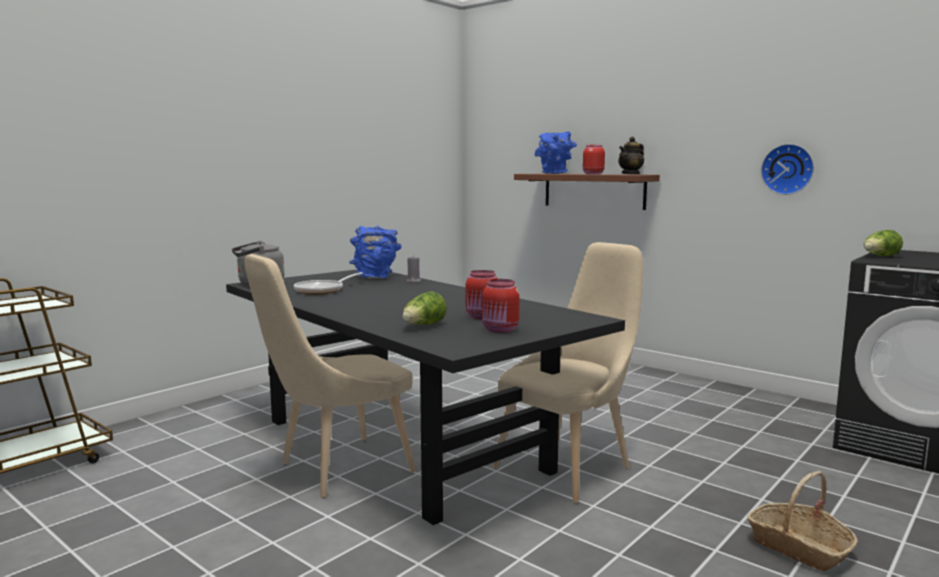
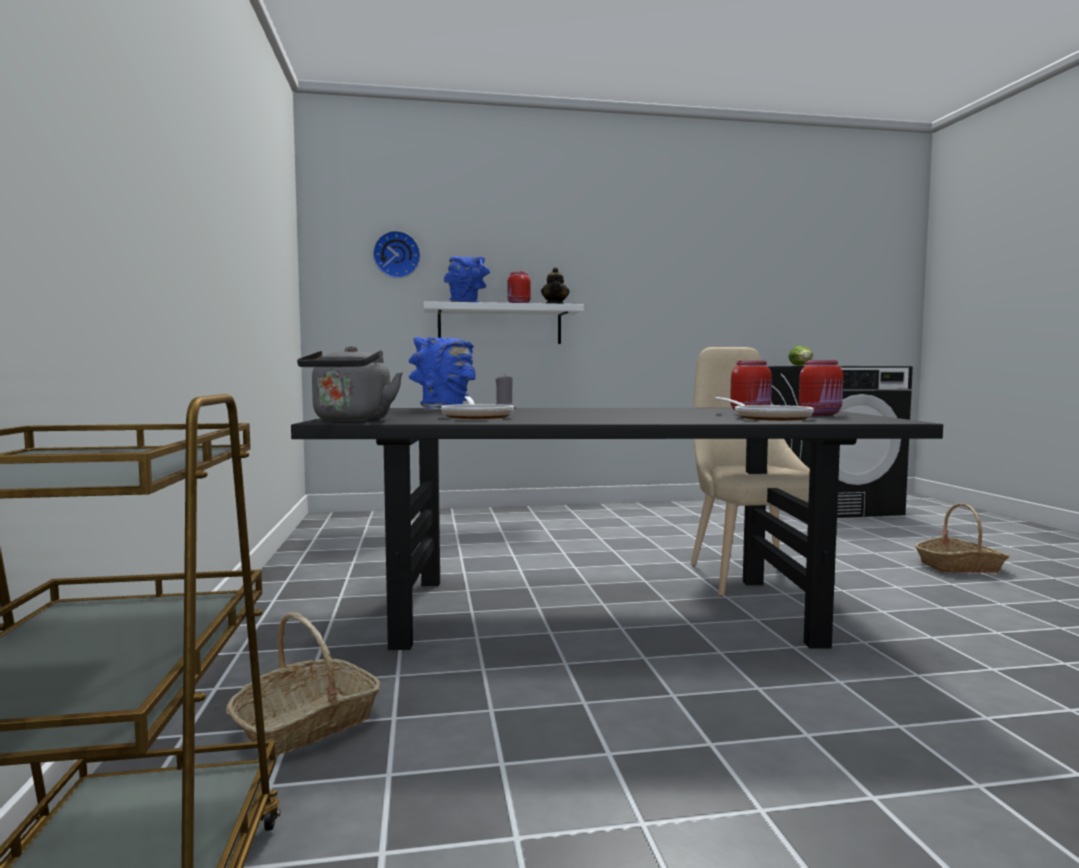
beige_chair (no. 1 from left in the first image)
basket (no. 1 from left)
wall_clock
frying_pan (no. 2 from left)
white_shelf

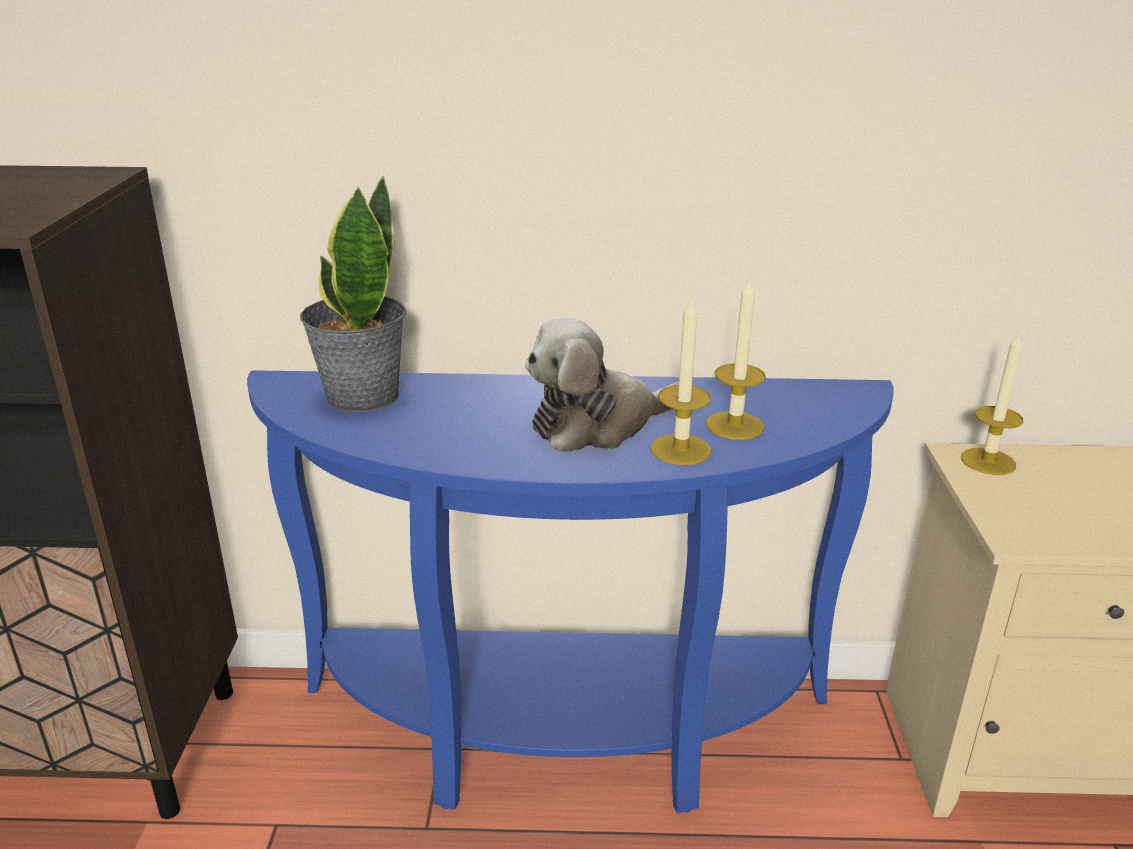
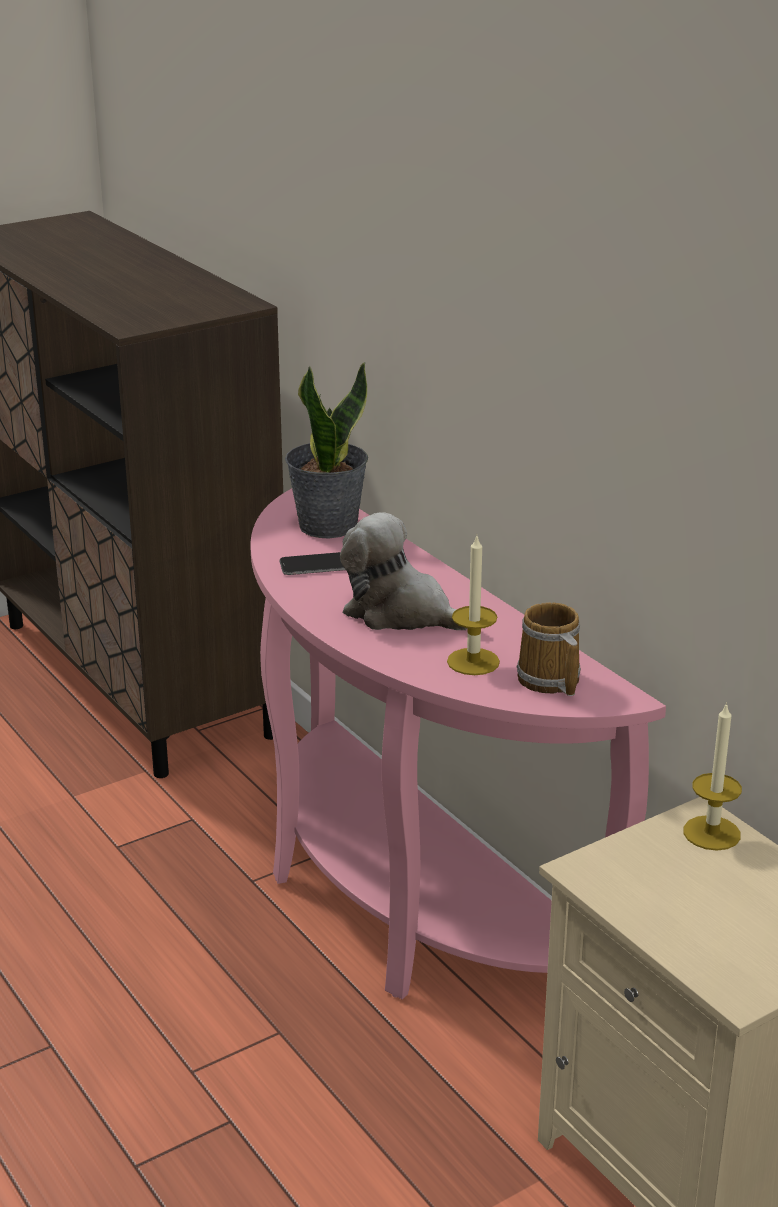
candle (no. 1 from left in the first image)
phone
mug
pink_console_table

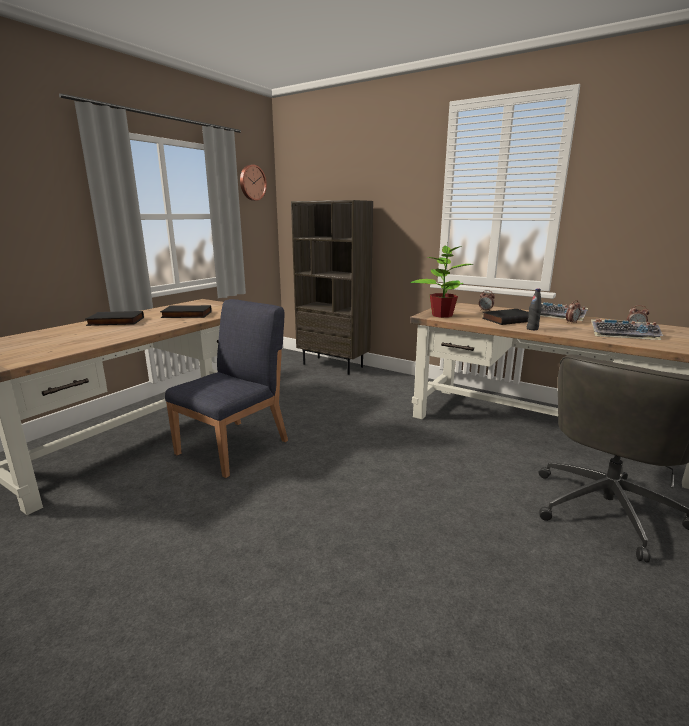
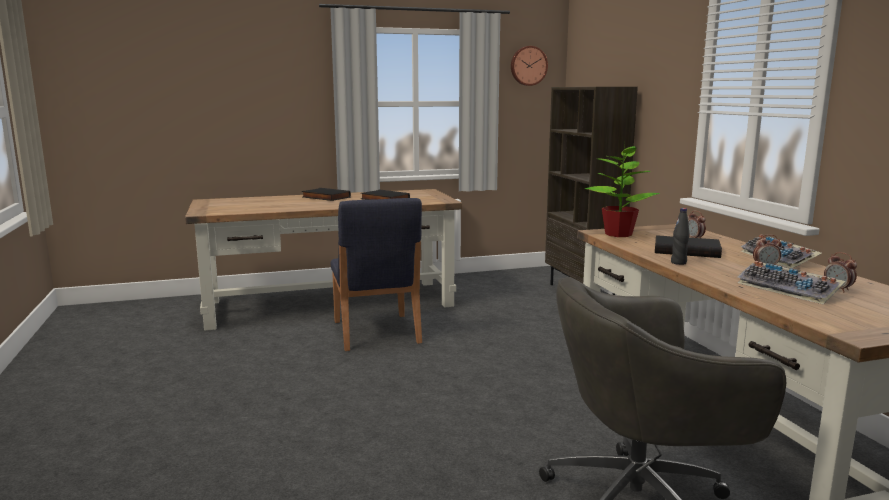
blue_chair

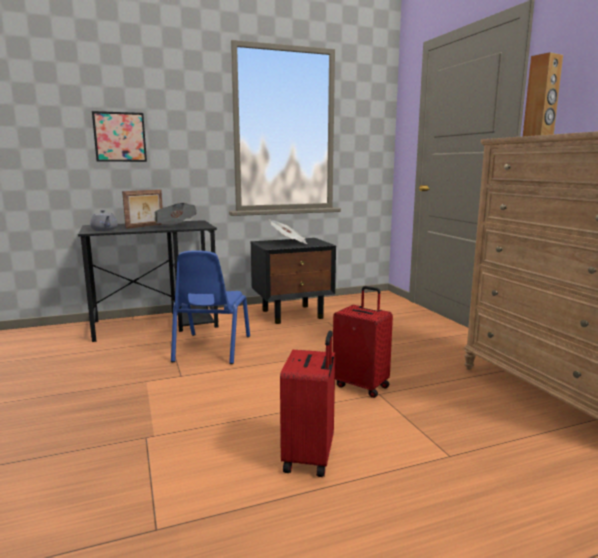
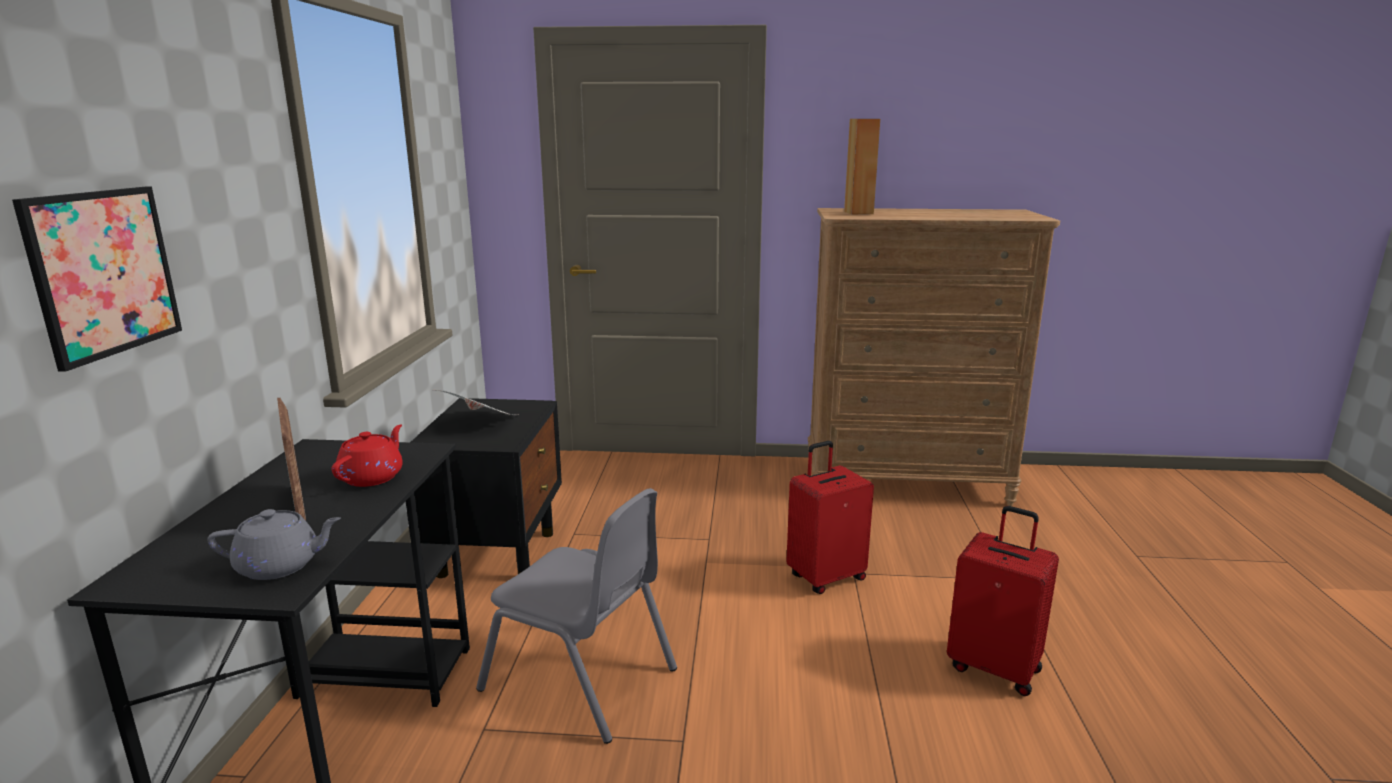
red_teapot
grey_chair

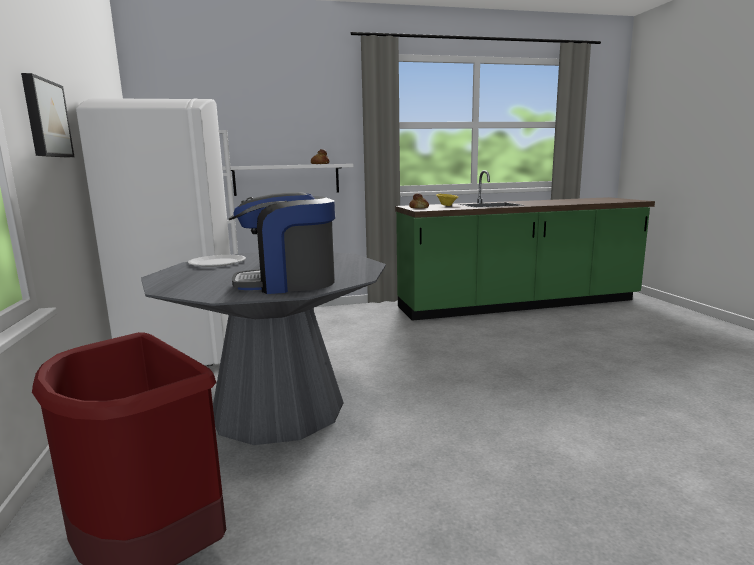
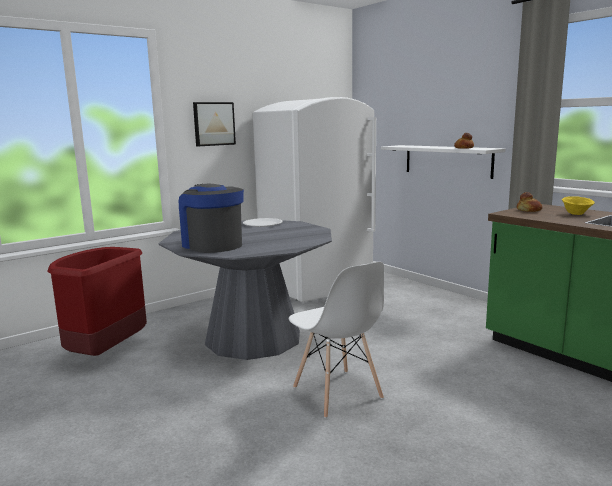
white_chair

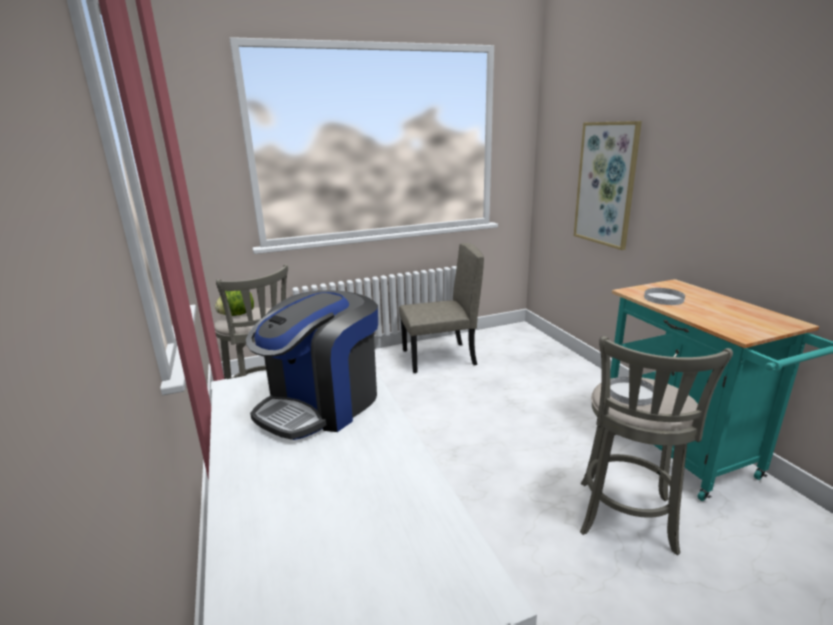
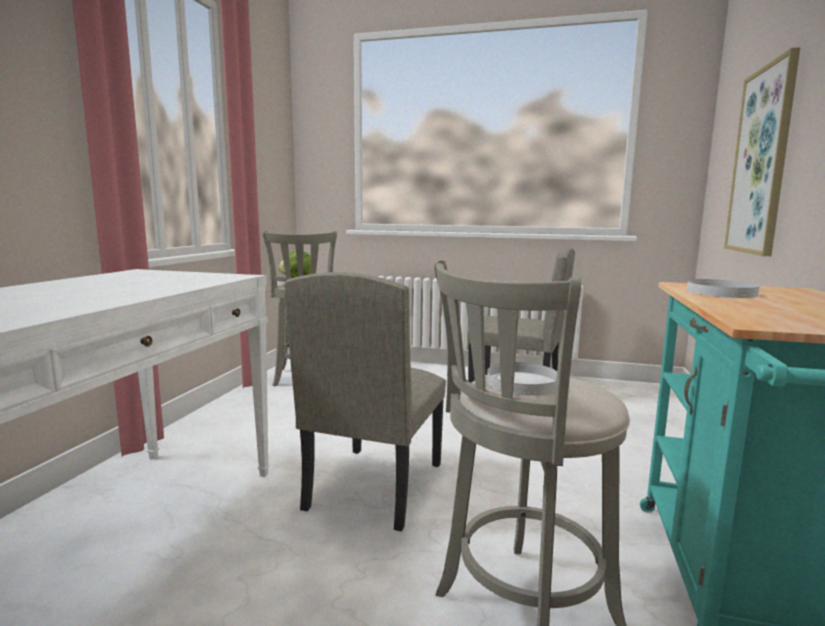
coffee_machine
beige_chair (no. 1 from left)

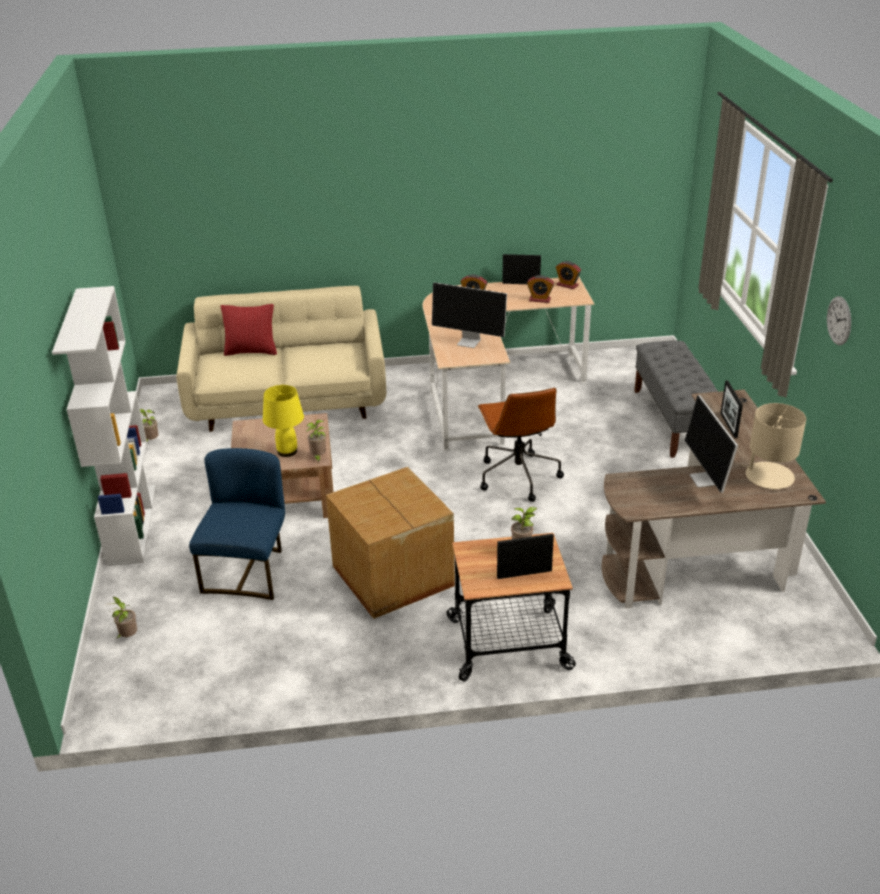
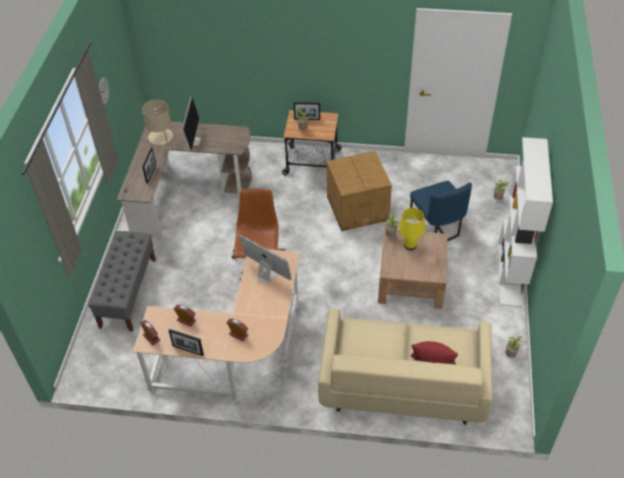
blue_chair

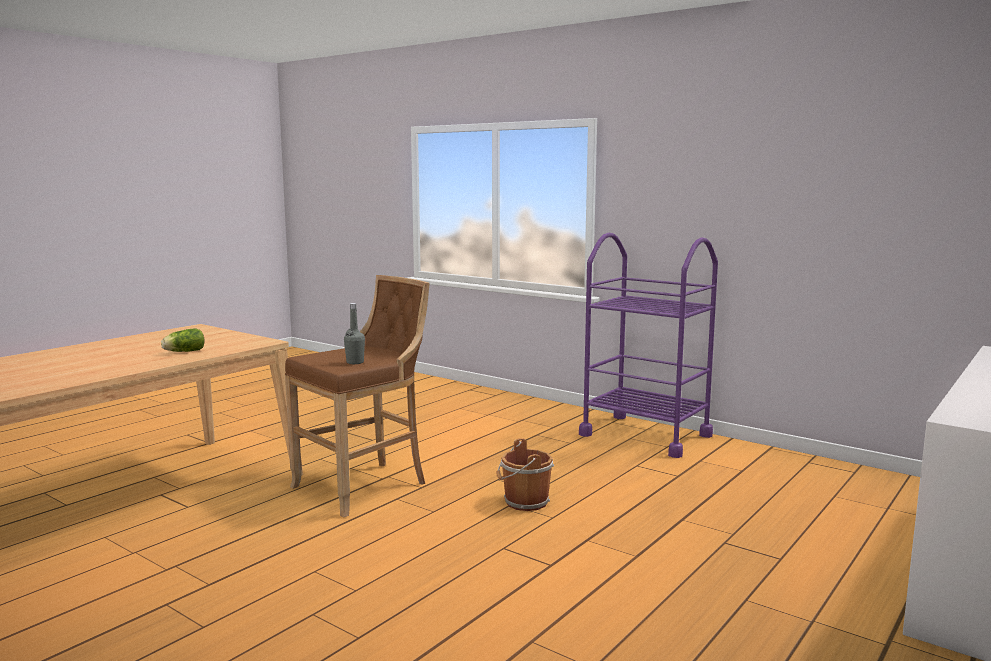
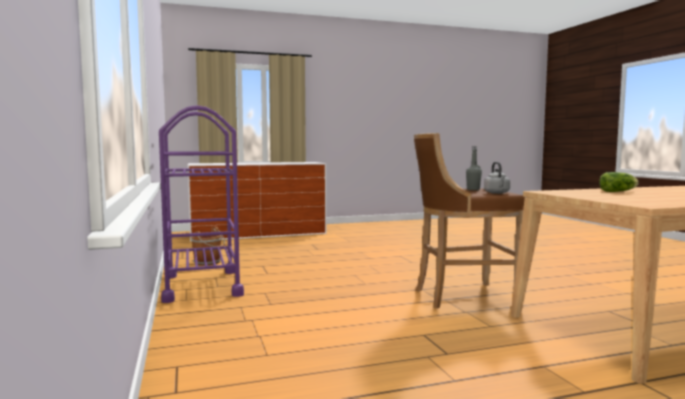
grey_kettle
brown_bucket

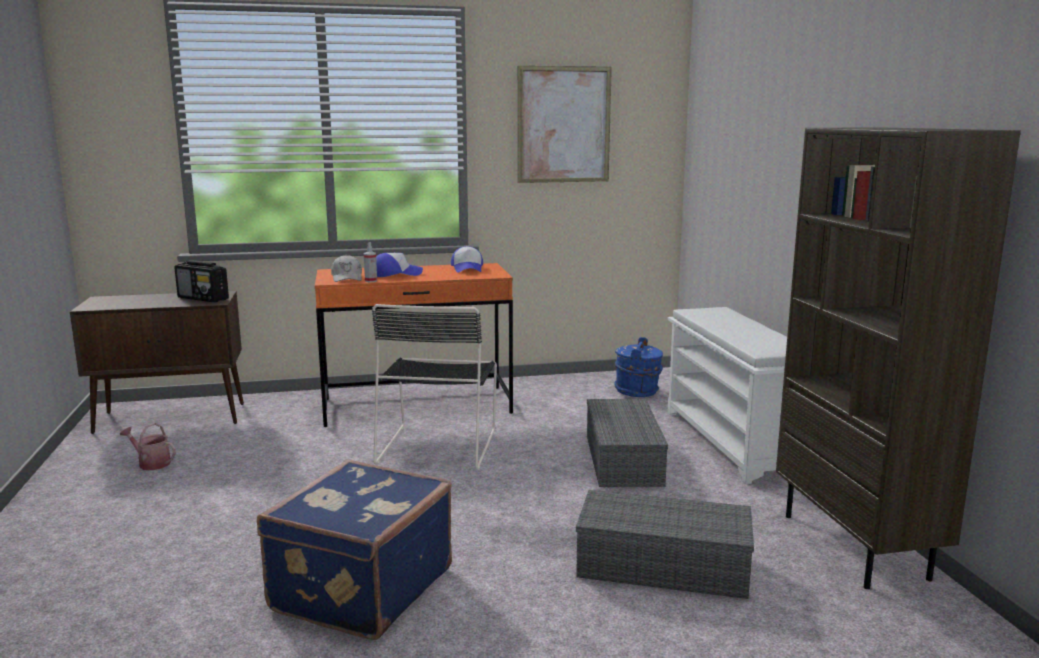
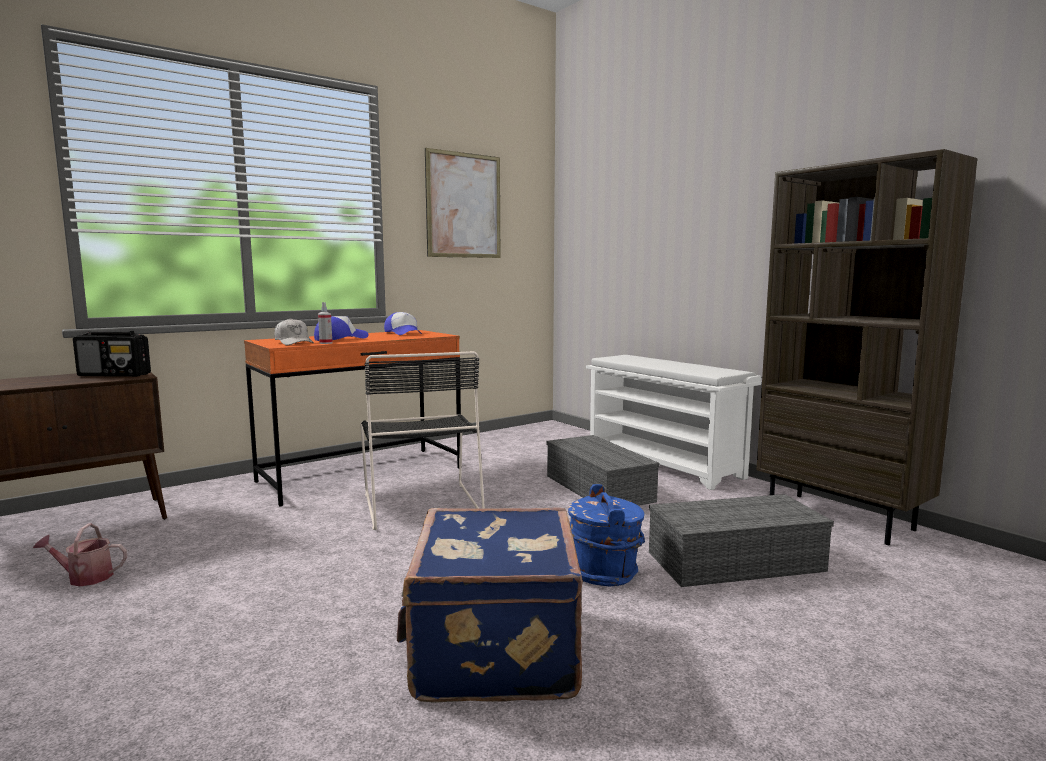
blue_bucket

